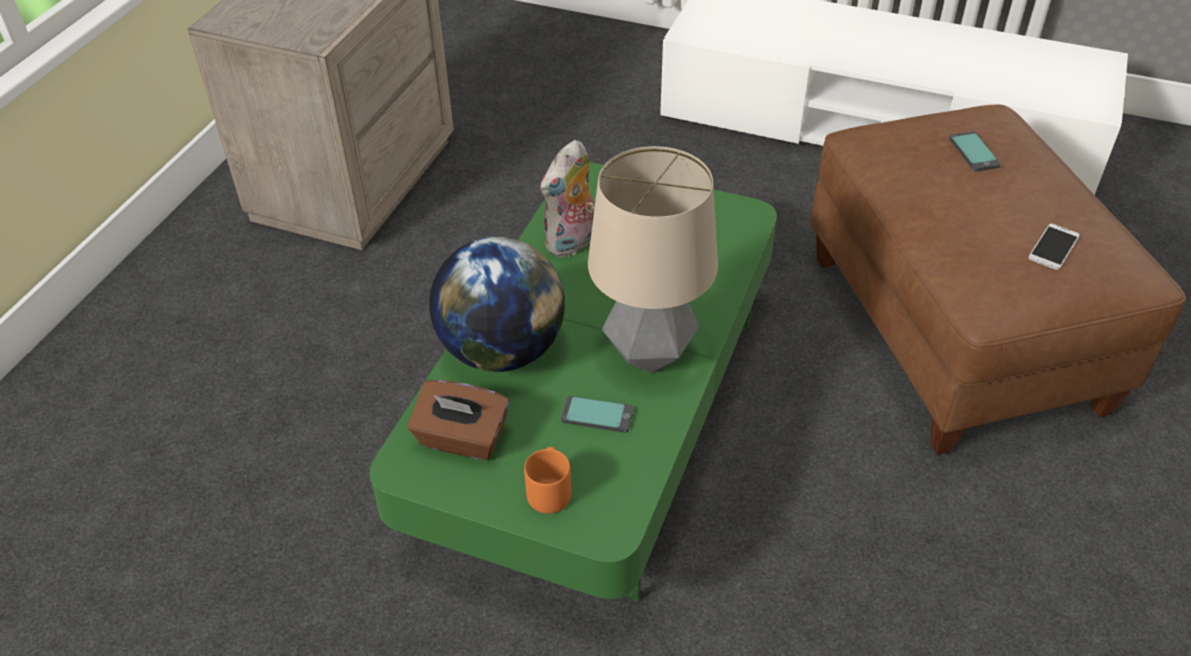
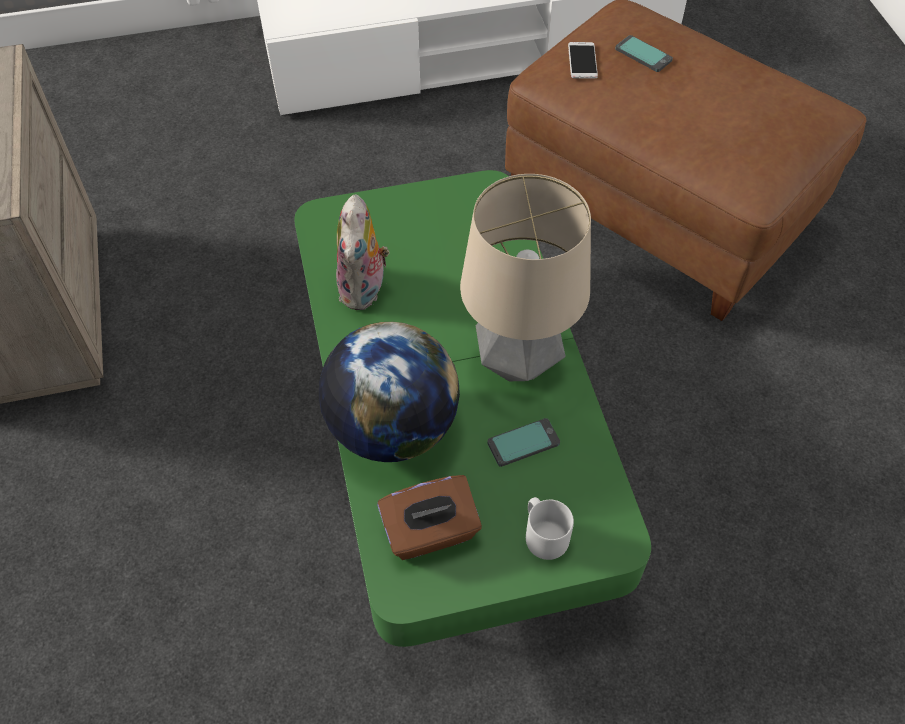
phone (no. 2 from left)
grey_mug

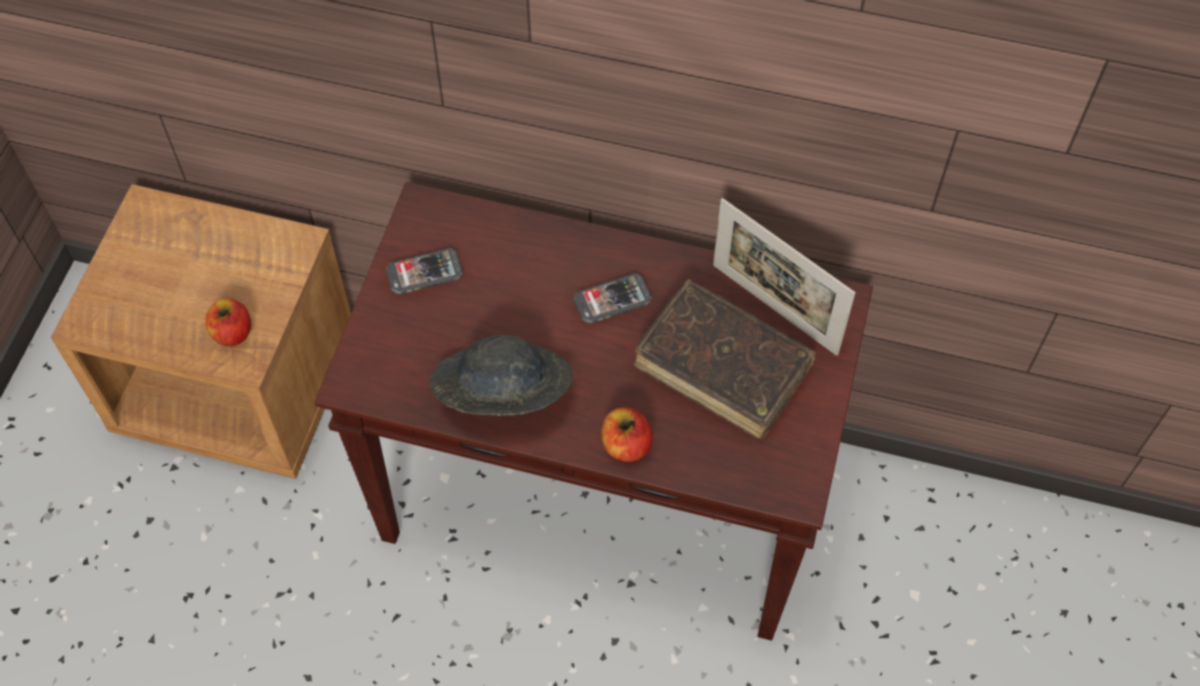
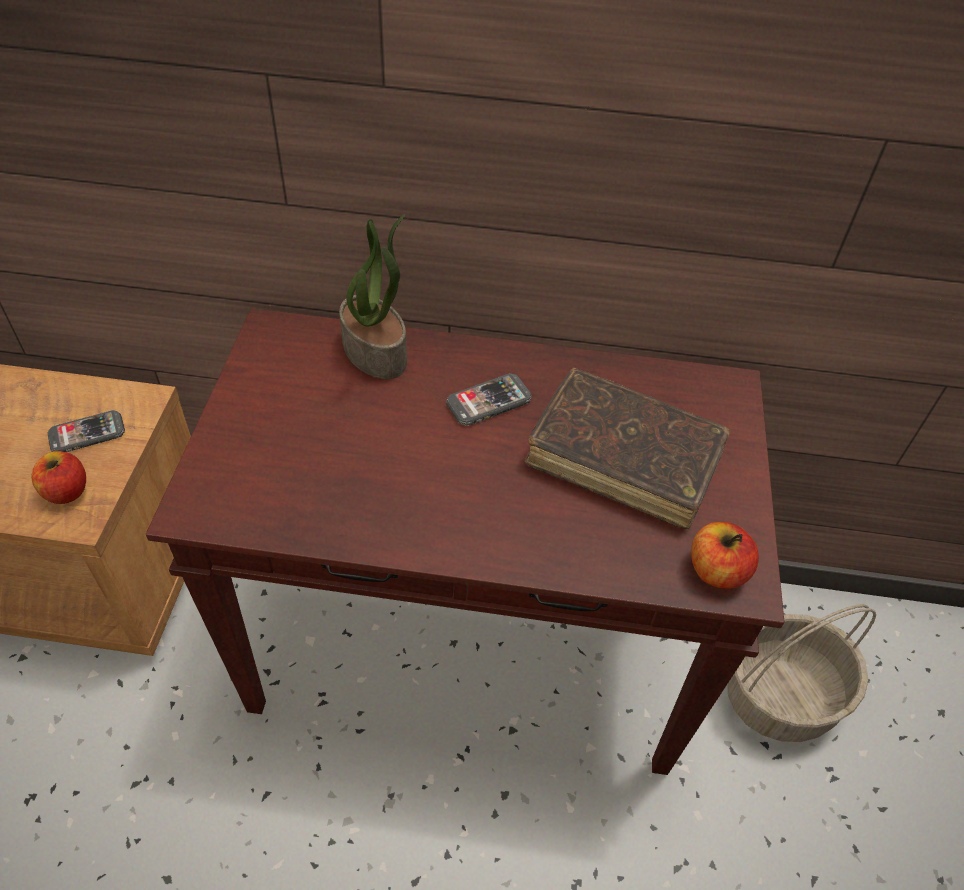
grey_hat
picture_frame
potted_plant
basket
phone (no. 1 from left)
apple (no. 2 from left)

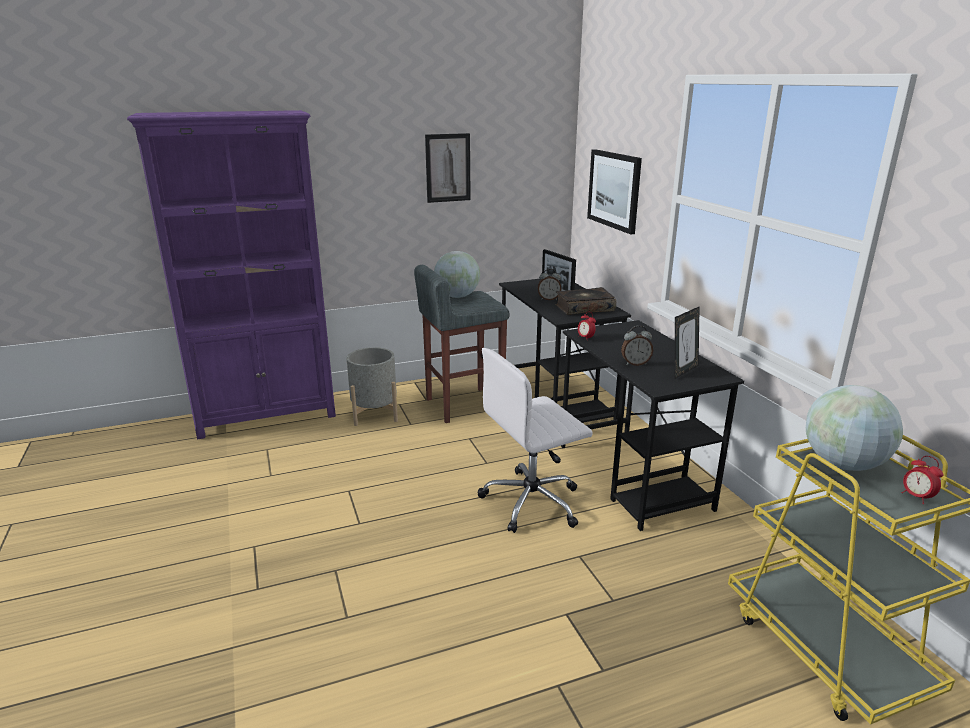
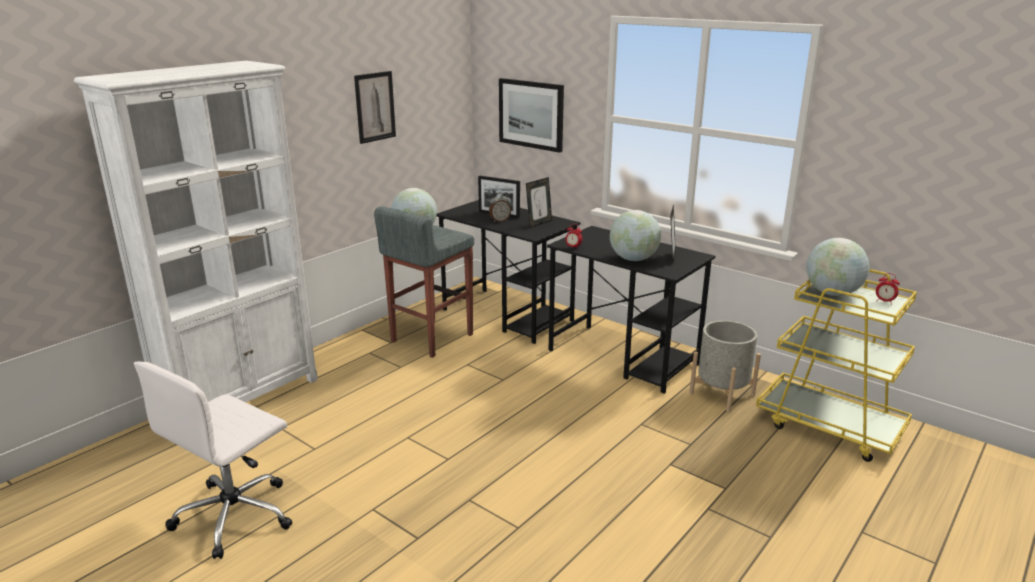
grey_planter
white_office_chair
picture_frame (no. 2 from left)
globe (no. 2 from left)
white_bookcase

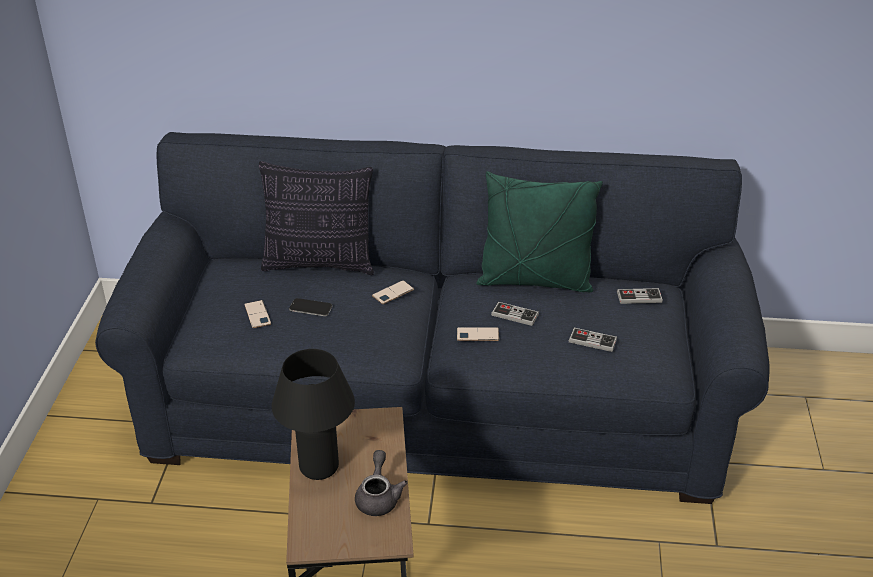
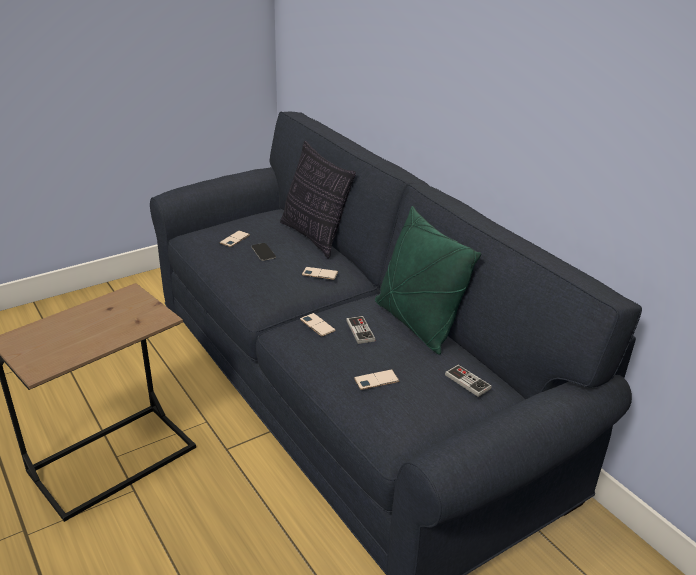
black_table_lamp
grey_teapot
phone (no. 5 from left)

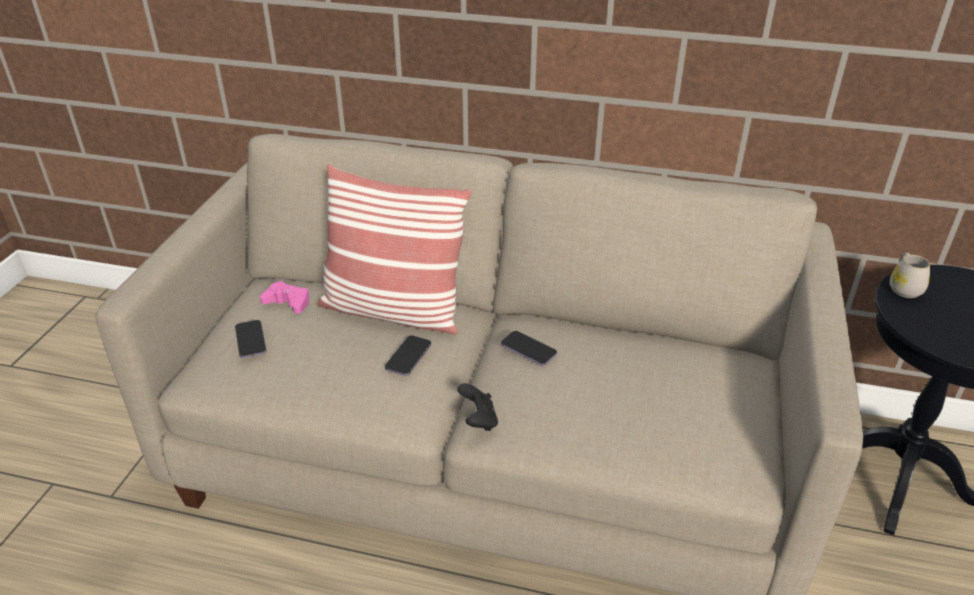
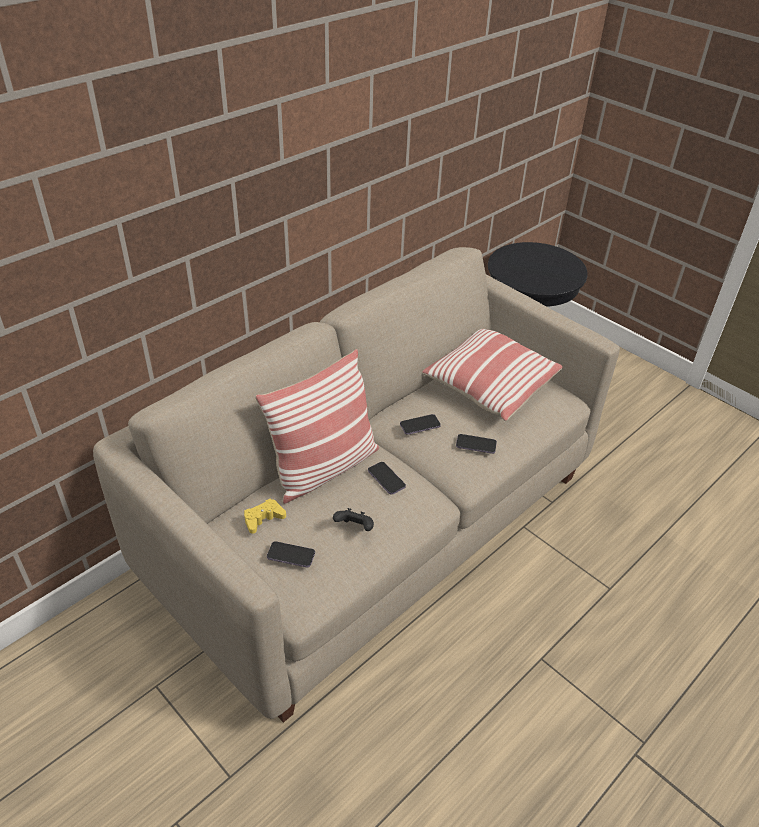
white_mug
pillow (no. 2 from left)
phone (no. 4 from left)
black_game_controller
yellow_game_controller

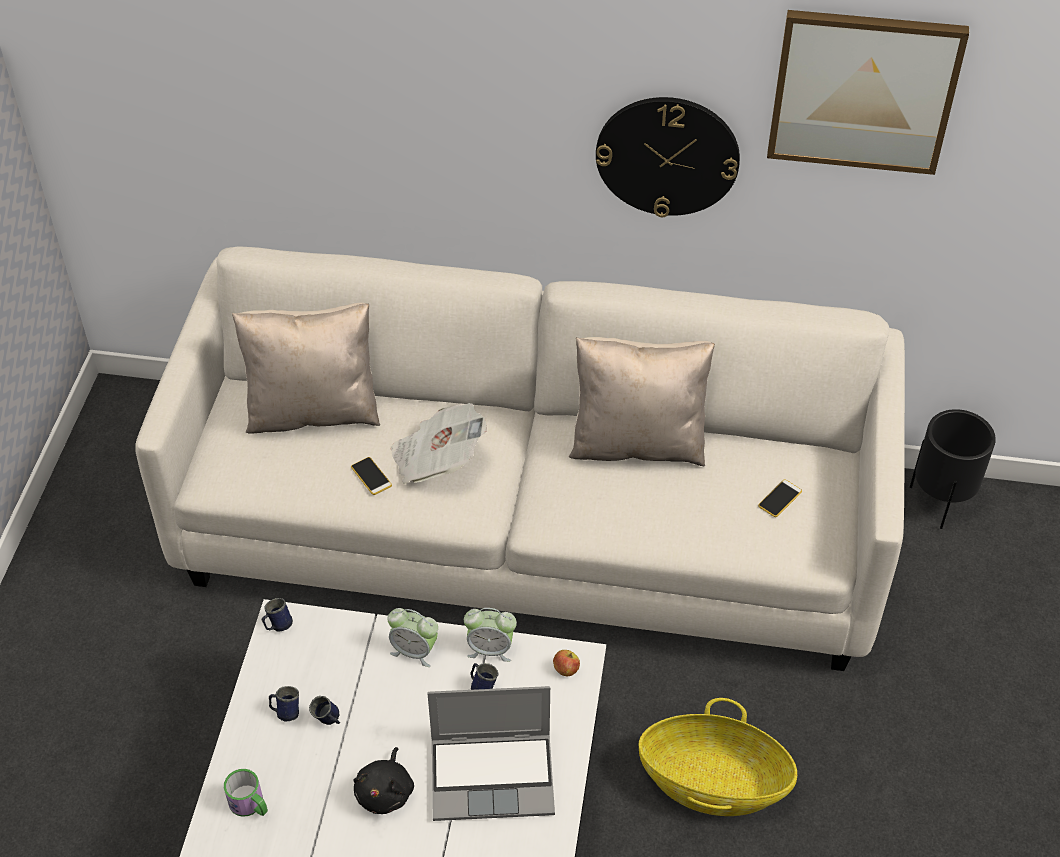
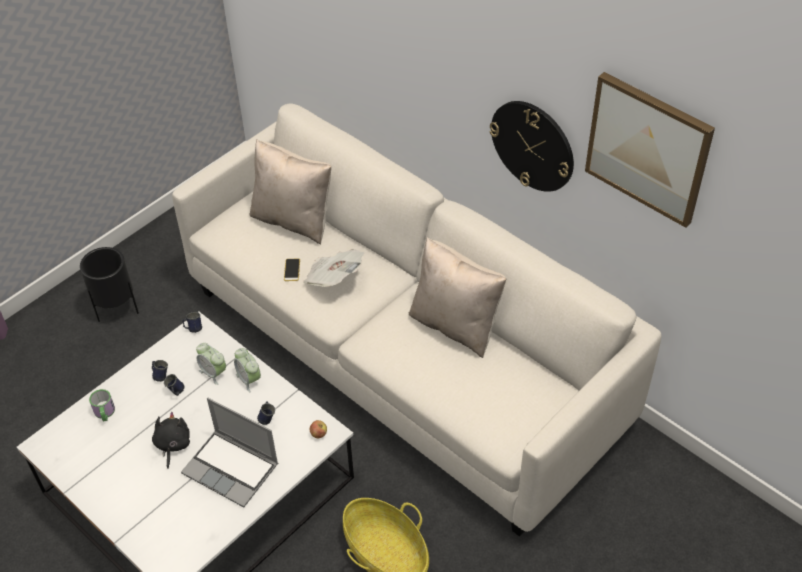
phone (no. 2 from left in the first image)
alarm_clock (no. 1 from left)
black_planter
black_plush_toy

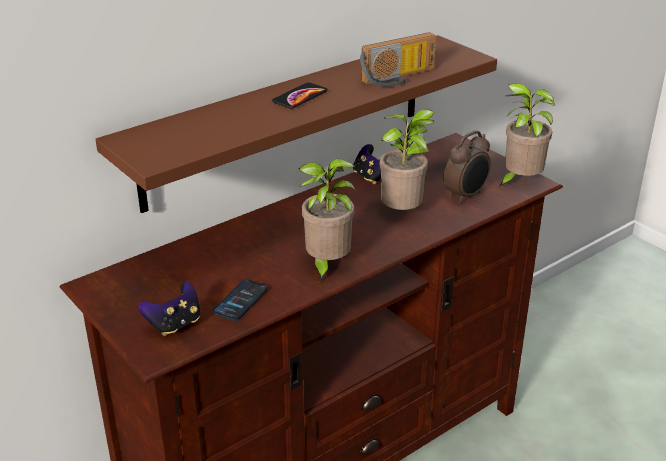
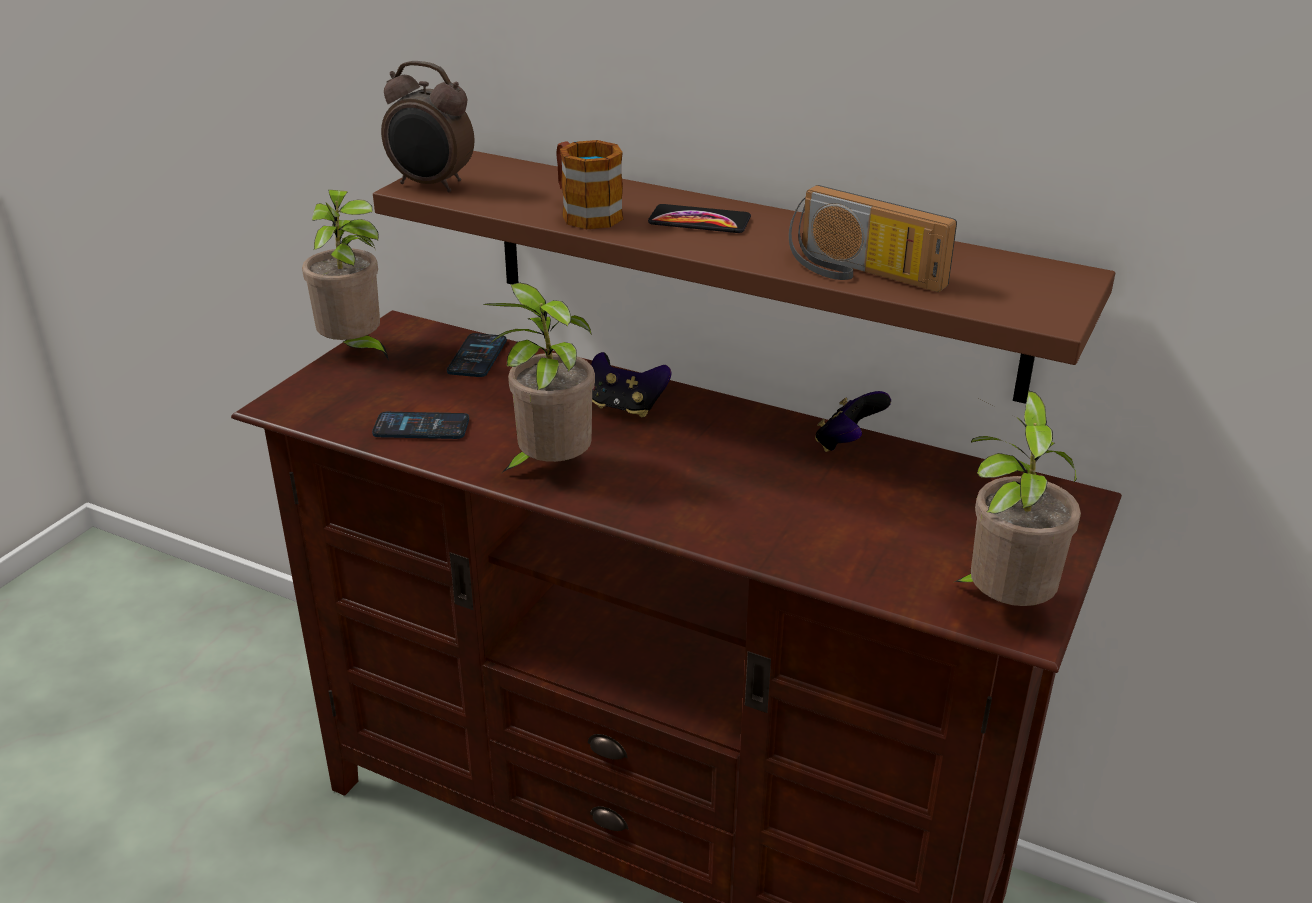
phone (no. 2 from left)
mug
game_controller (no. 1 from left)
potted_plant (no. 1 from left)
alarm_clock

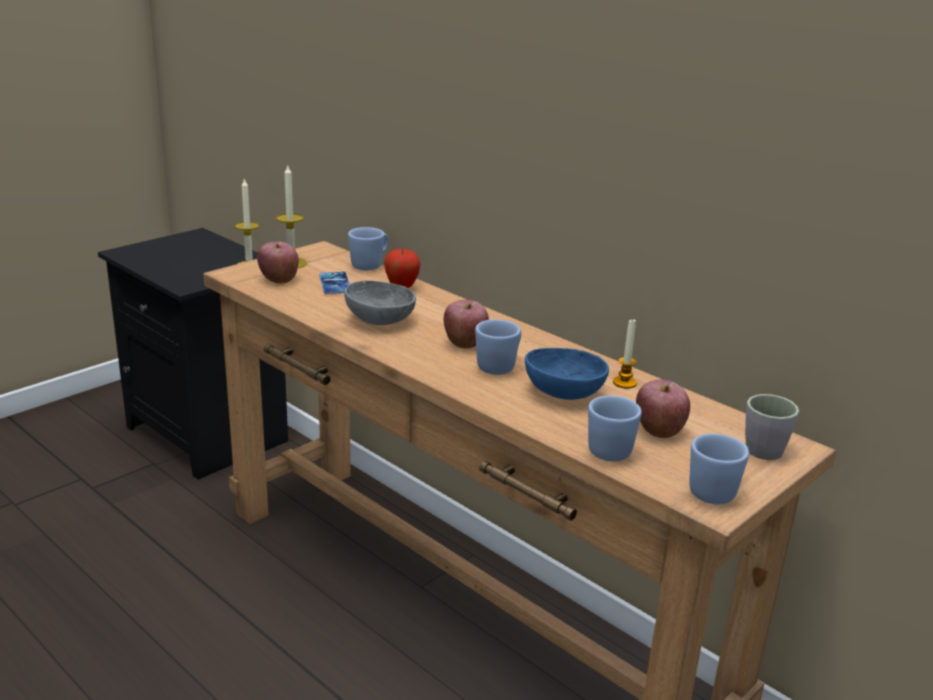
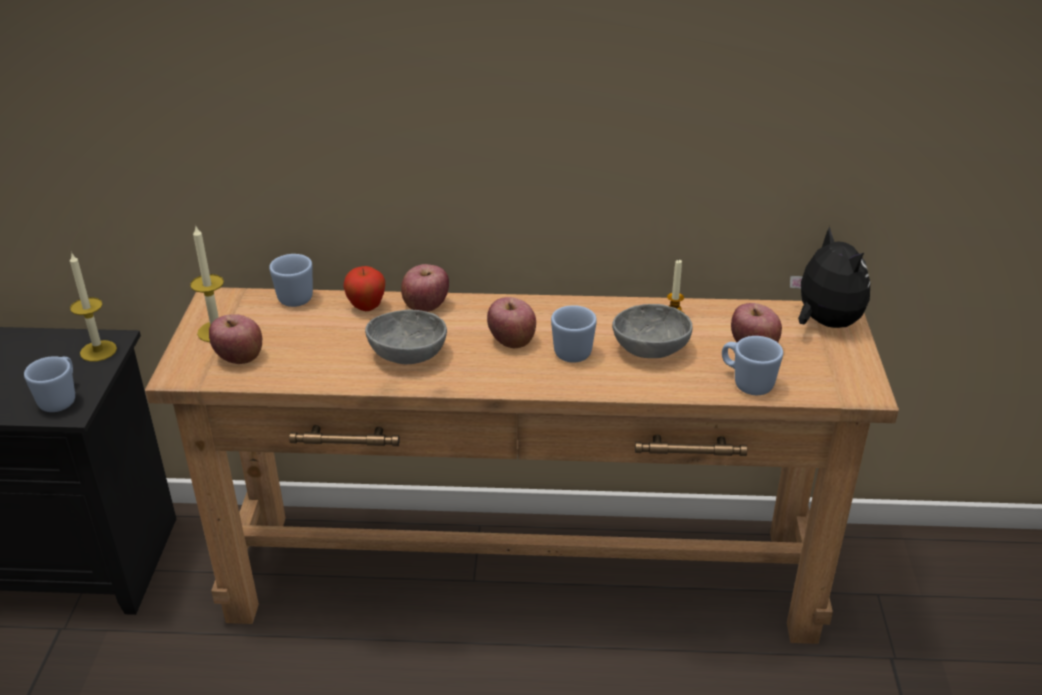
phone
apple (no. 3 from left)
blue_mug (no. 1 from left)
plush_toy
grey_bowl (no. 2 from left)

